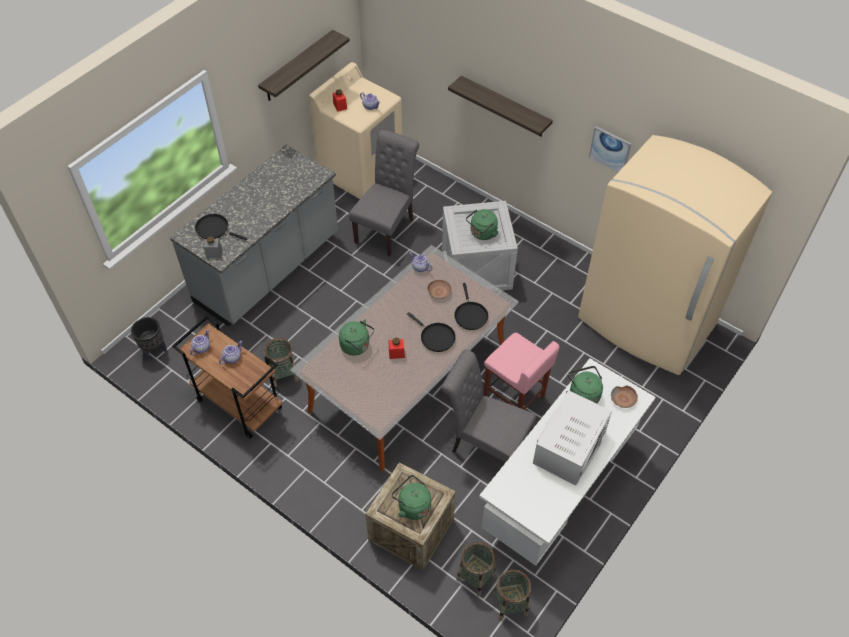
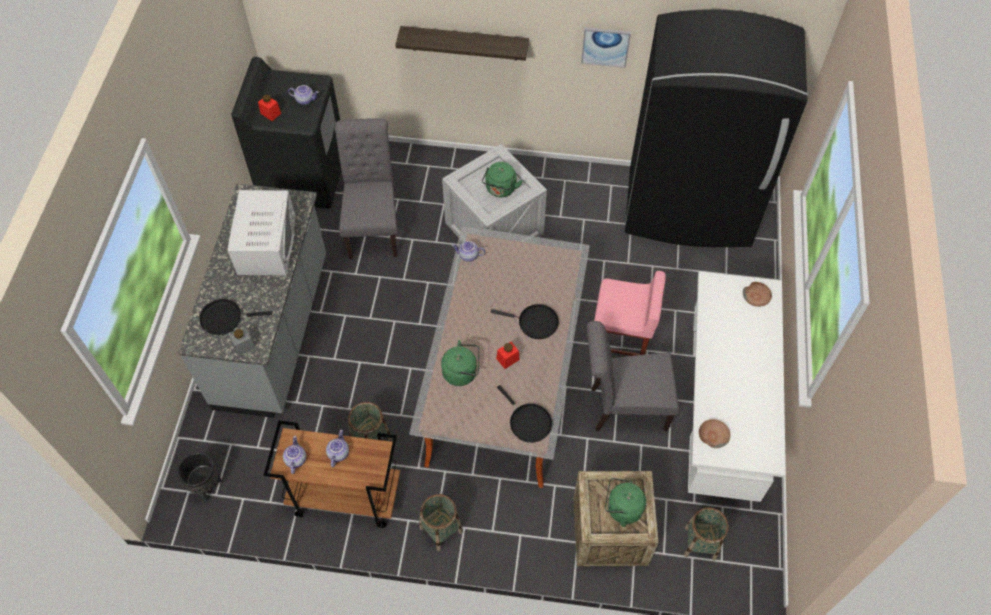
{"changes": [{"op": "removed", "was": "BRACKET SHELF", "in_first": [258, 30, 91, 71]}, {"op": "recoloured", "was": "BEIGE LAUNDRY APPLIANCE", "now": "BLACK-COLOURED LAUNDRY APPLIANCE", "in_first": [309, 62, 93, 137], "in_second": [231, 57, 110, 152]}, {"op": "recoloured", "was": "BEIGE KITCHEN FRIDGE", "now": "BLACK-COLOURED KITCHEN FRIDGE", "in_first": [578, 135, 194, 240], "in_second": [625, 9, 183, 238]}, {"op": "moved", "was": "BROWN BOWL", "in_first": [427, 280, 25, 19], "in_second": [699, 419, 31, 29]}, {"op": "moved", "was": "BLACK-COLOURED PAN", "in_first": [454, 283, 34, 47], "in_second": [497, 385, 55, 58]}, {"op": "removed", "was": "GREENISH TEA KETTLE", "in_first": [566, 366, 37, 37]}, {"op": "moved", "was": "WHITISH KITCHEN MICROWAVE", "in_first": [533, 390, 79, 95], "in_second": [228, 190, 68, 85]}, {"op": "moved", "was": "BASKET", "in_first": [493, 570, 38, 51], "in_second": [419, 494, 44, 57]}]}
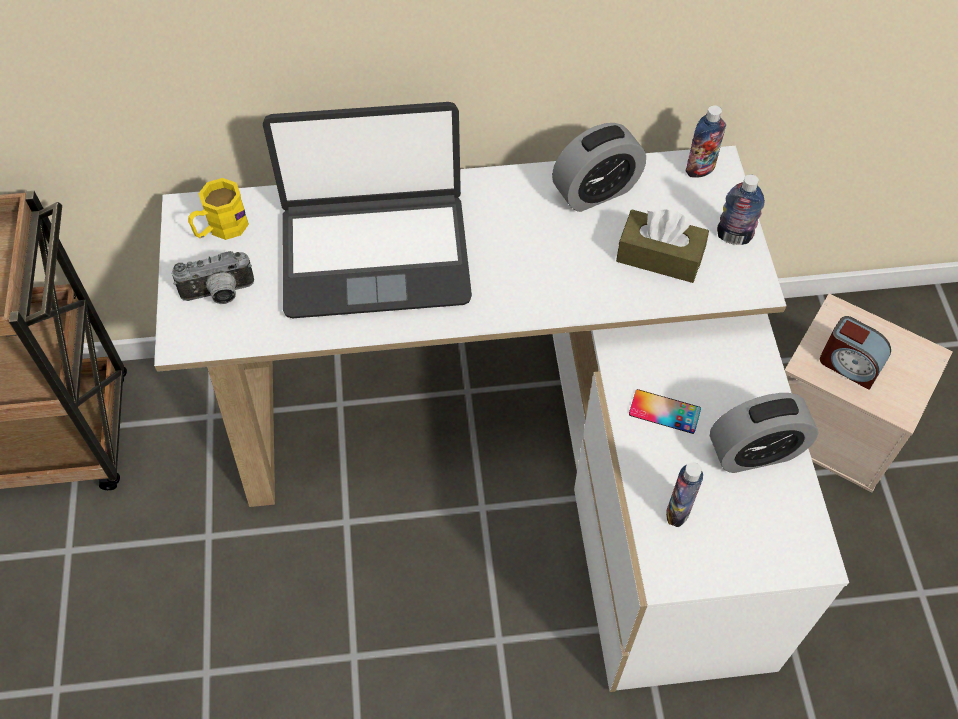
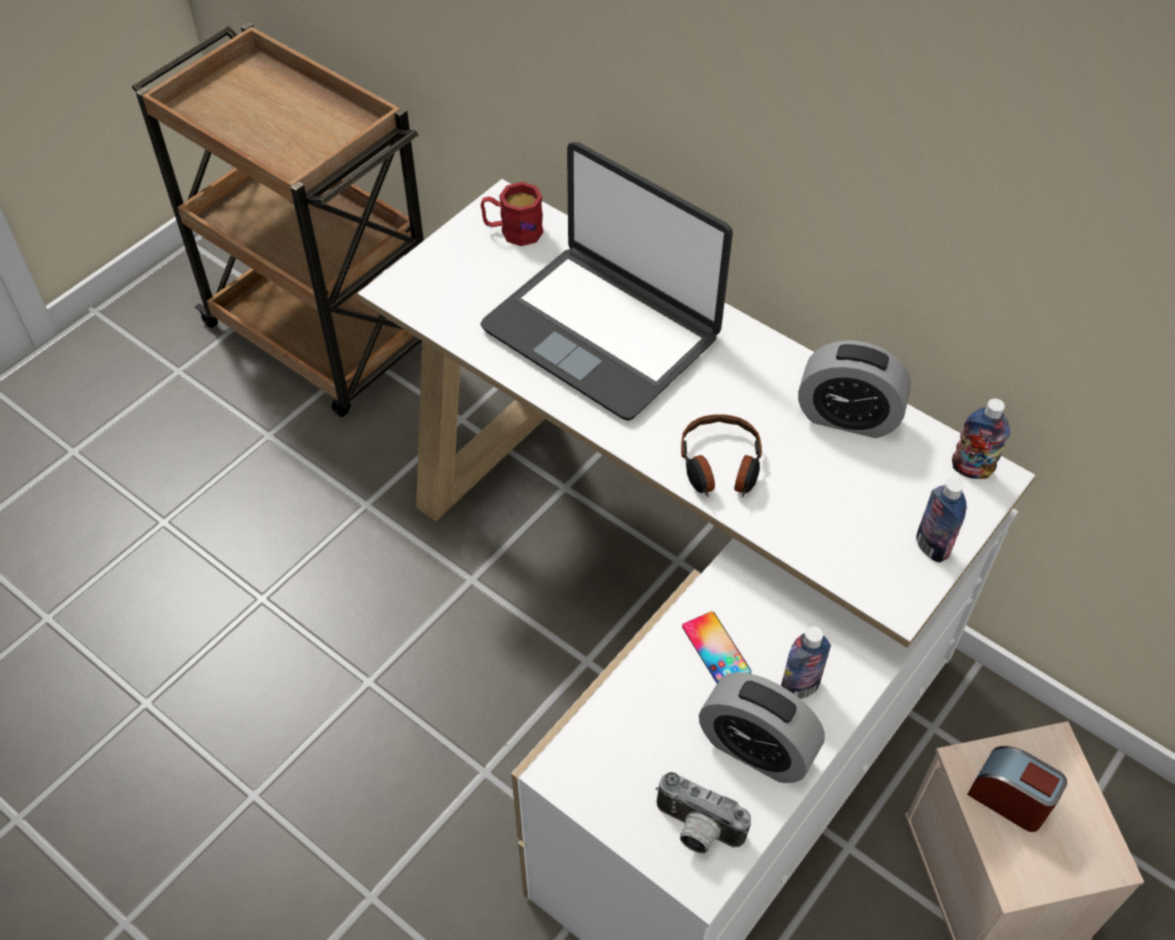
{"changes": [{"op": "recoloured", "was": "YELLOWISH MUG", "now": "RED-COLOURED MUG", "in_first": [188, 178, 61, 62], "in_second": [480, 182, 63, 64]}, {"op": "removed", "was": "BROWN BOX OF TISSUES", "in_first": [616, 209, 93, 74]}, {"op": "moved", "was": "PHOTO CAMERA", "in_first": [172, 251, 82, 53], "in_second": [655, 772, 96, 82]}, {"op": "turned", "was": "ALARM CLOCK", "in_first": [820, 316, 71, 74], "in_second": [967, 746, 100, 86], "clockwise": 135}, {"op": "moved", "was": "DRINK BOTTLE", "in_first": [666, 462, 37, 65], "in_second": [781, 626, 50, 73]}, {"op": "added", "now": "HEADSET", "in_second": [681, 414, 81, 83]}]}
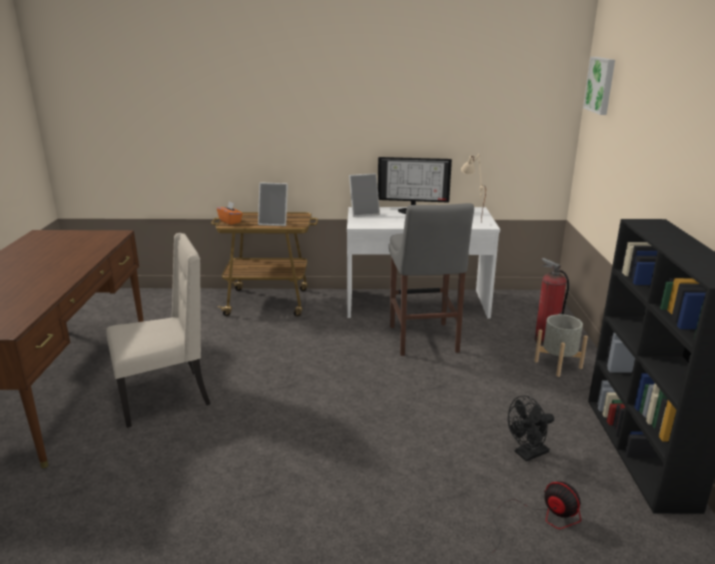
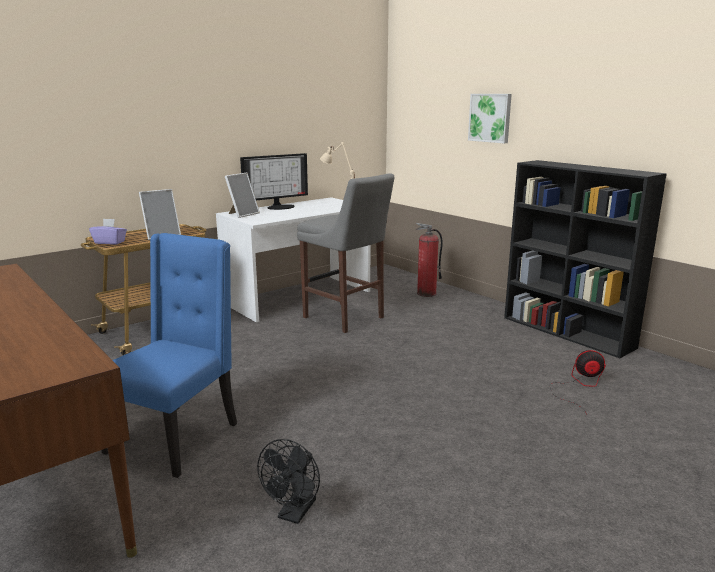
{"changes": [{"op": "moved", "was": "PICTURE", "in_first": [583, 57, 32, 58], "in_second": [468, 94, 44, 49]}, {"op": "recoloured", "was": "ORANGE-COLOURED BOX OF TISSUES", "now": "PURPLE BOX OF TISSUES", "in_first": [217, 201, 26, 24], "in_second": [89, 218, 38, 27]}, {"op": "recoloured", "was": "BEIGE CHAIR", "now": "BLUE-COLOURED CHAIR", "in_first": [106, 233, 104, 195], "in_second": [101, 233, 136, 245]}, {"op": "removed", "was": "GREY PLANTER", "in_first": [534, 314, 54, 63]}, {"op": "moved", "was": "BLACK-COLOURED COOLING FAN", "in_first": [508, 395, 46, 67], "in_second": [257, 439, 63, 85]}]}
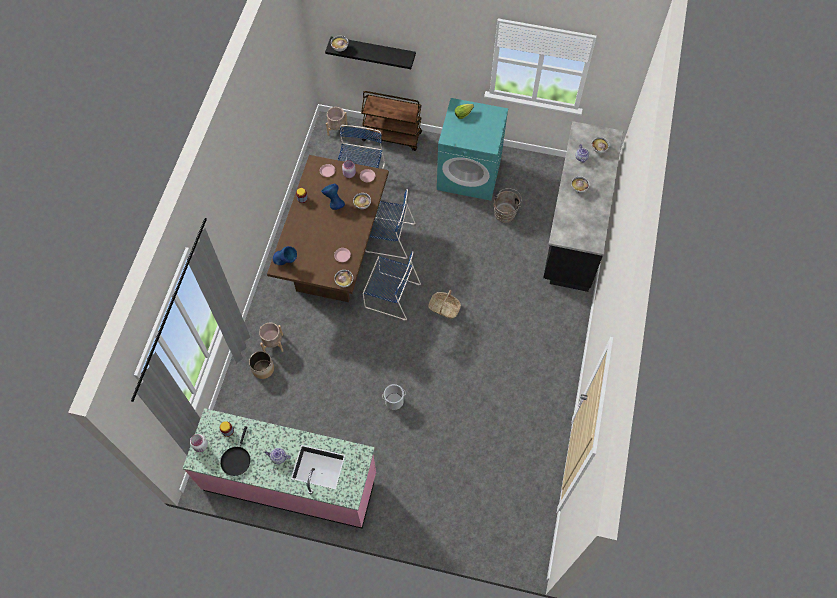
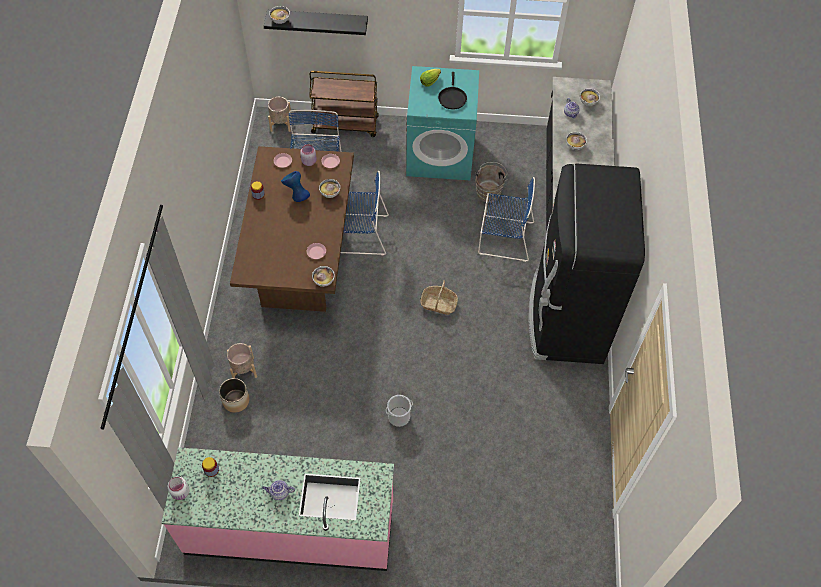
{"changes": [{"op": "removed", "was": "BLUE-COLOURED DECORATIVE VASE", "in_first": [273, 246, 24, 19]}, {"op": "moved", "was": "BLUE-COLOURED CHAIR", "in_first": [363, 251, 58, 70], "in_second": [478, 177, 57, 85]}, {"op": "moved", "was": "BLACK-COLOURED PAN", "in_first": [220, 426, 31, 50], "in_second": [438, 72, 29, 37]}, {"op": "added", "now": "BLACK-COLOURED KITCHEN FRIDGE", "in_second": [529, 163, 116, 201]}]}
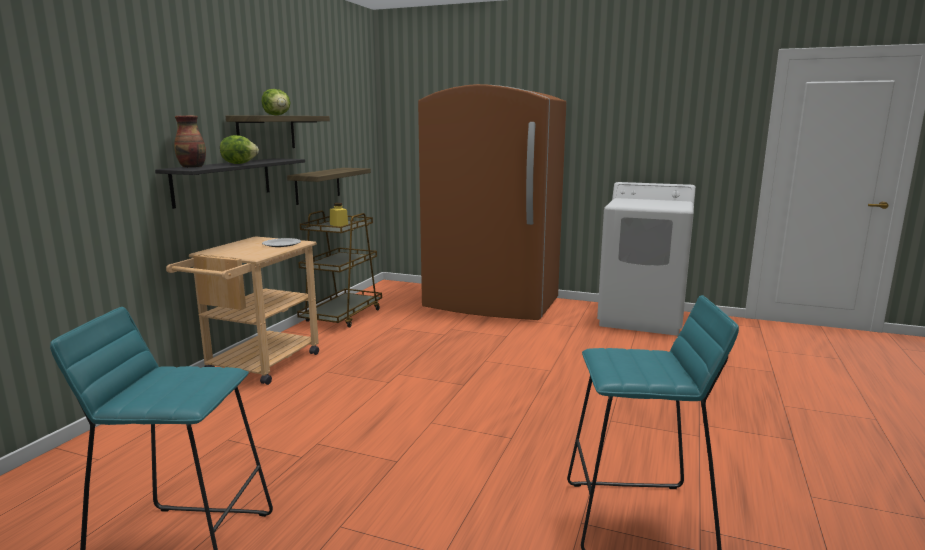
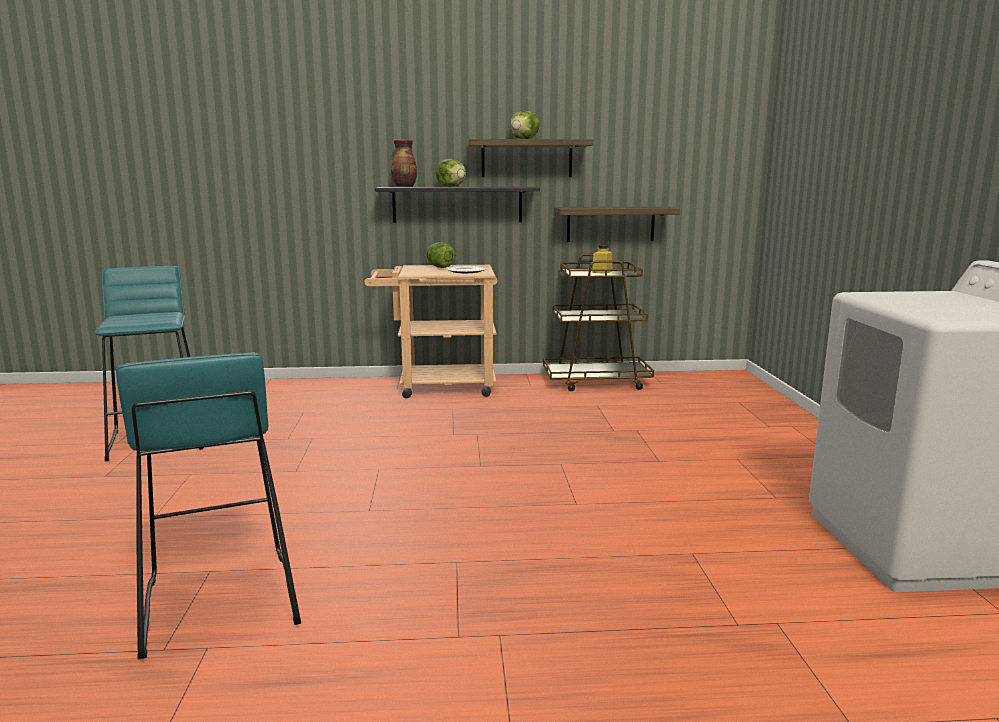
{"changes": [{"op": "removed", "was": "BROWN KITCHEN FRIDGE", "in_first": [418, 84, 148, 236]}, {"op": "added", "now": "LETTUCE", "in_second": [426, 242, 29, 26]}]}
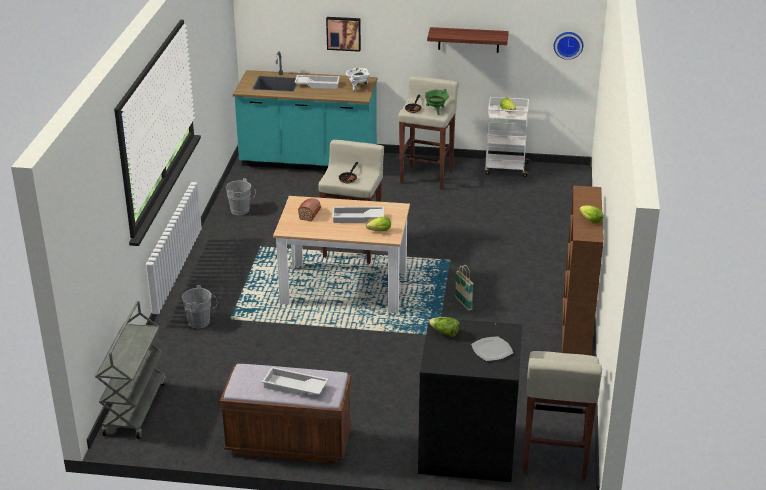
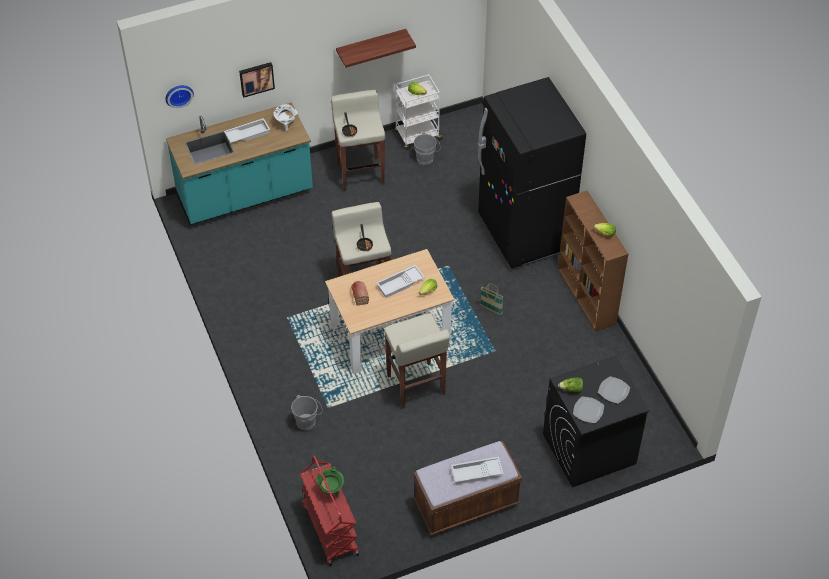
{"changes": [{"op": "moved", "was": "WALL CLOCK", "in_first": [554, 32, 29, 28], "in_second": [166, 85, 28, 23]}, {"op": "moved", "was": "GREENISH SAUCEPOT", "in_first": [425, 89, 24, 26], "in_second": [316, 466, 28, 31]}, {"op": "moved", "was": "GREY BUCKET", "in_first": [226, 178, 30, 37], "in_second": [414, 132, 26, 33]}, {"op": "recoloured", "was": "GREY WHEELED CART", "now": "RED-COLOURED WHEELED CART", "in_first": [95, 301, 71, 138], "in_second": [300, 455, 59, 111]}, {"op": "moved", "was": "BEIGE STOOL SEAT", "in_first": [523, 351, 79, 129], "in_second": [384, 313, 66, 95]}, {"op": "added", "now": "BLACK-COLOURED KITCHEN FRIDGE", "in_second": [478, 77, 108, 192]}, {"op": "added", "now": "FLAT DISH", "in_second": [573, 396, 31, 27]}]}
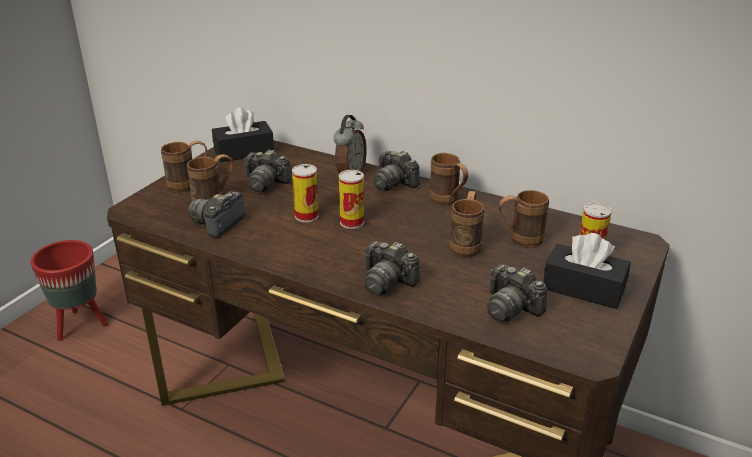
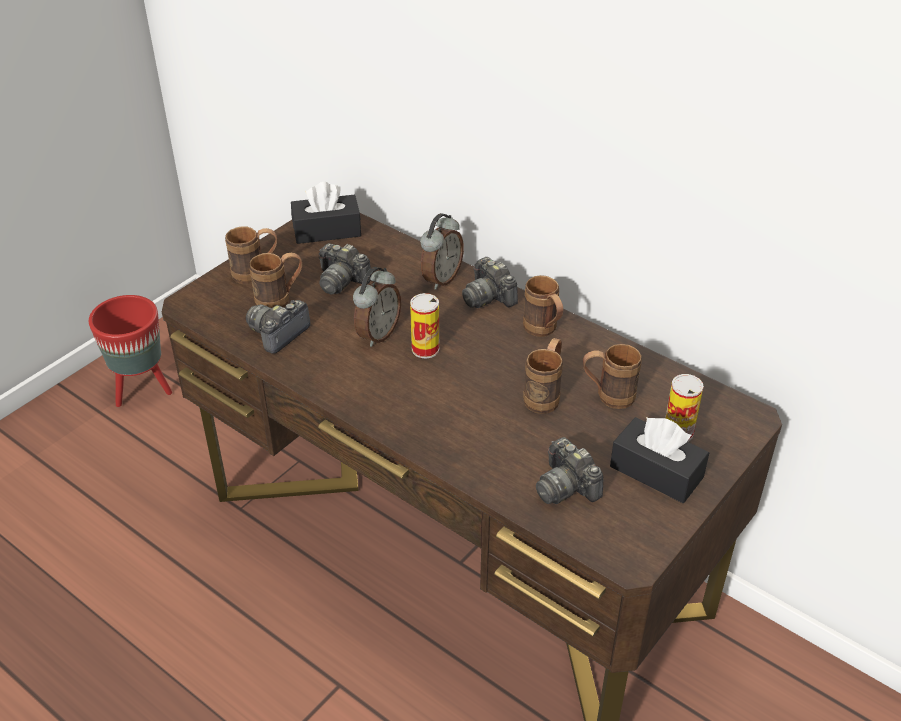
{"changes": [{"op": "replaced", "was": "SEALED CAN", "now": "ALARM CLOCK", "in_first": [292, 164, 27, 58], "in_second": [353, 267, 48, 80]}, {"op": "removed", "was": "PHOTO CAMERA", "in_first": [364, 241, 56, 54]}]}
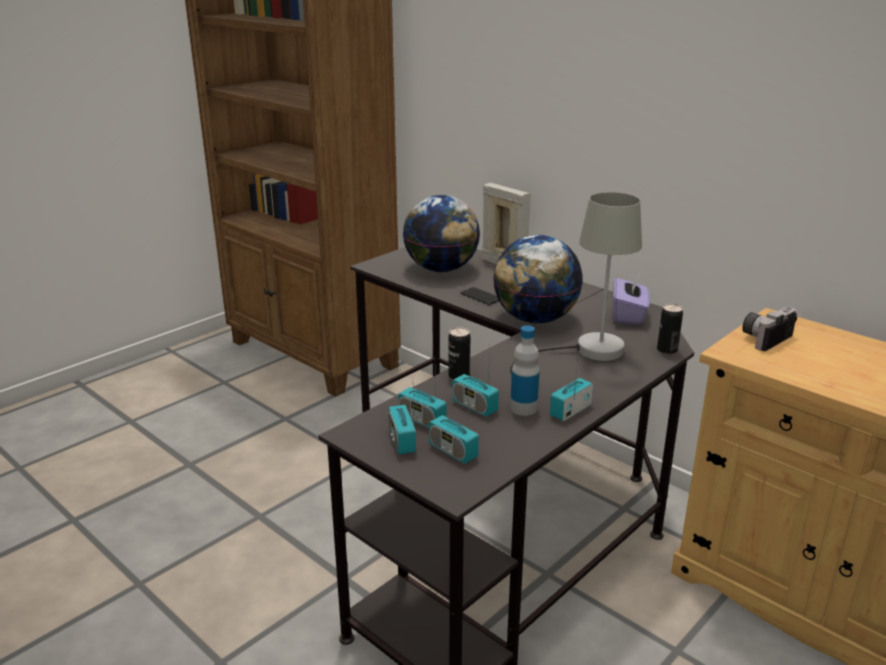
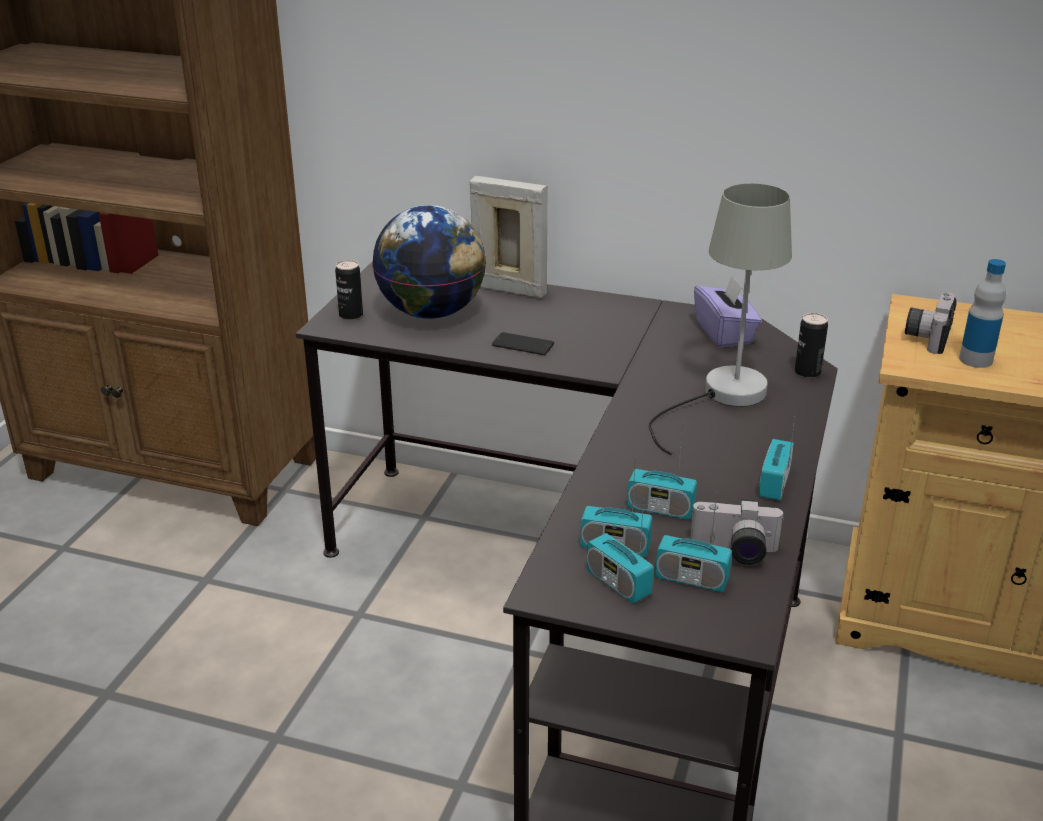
{"changes": [{"op": "removed", "was": "GLOBE", "in_first": [493, 235, 90, 89]}, {"op": "moved", "was": "DRINK BOTTLE", "in_first": [510, 325, 29, 91], "in_second": [959, 259, 47, 109]}, {"op": "moved", "was": "SEALED CAN", "in_first": [448, 327, 22, 52], "in_second": [335, 260, 28, 60]}, {"op": "added", "now": "PHOTO CAMERA", "in_second": [690, 499, 95, 66]}]}
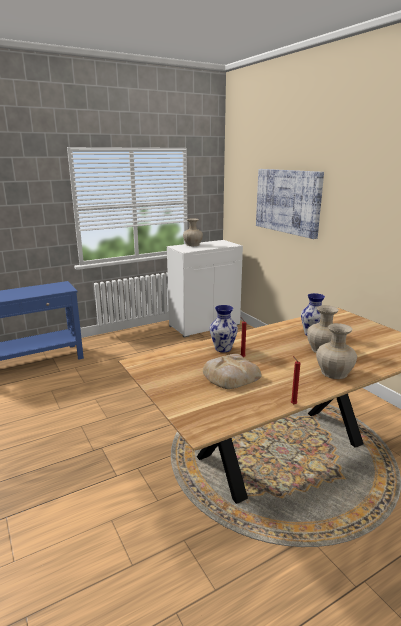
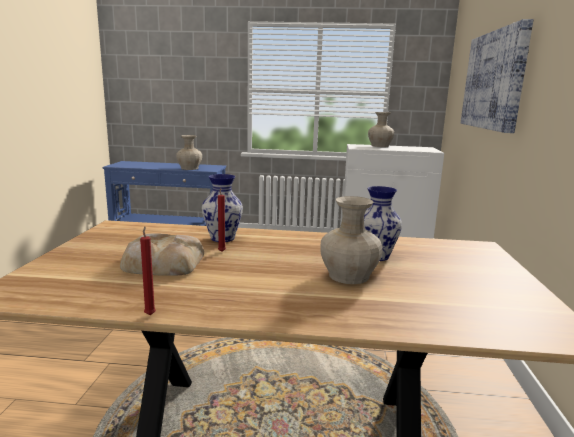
{"changes": [{"op": "moved", "was": "BEIGE DECORATIVE VASE", "in_first": [316, 323, 41, 56], "in_second": [176, 135, 26, 35]}]}
